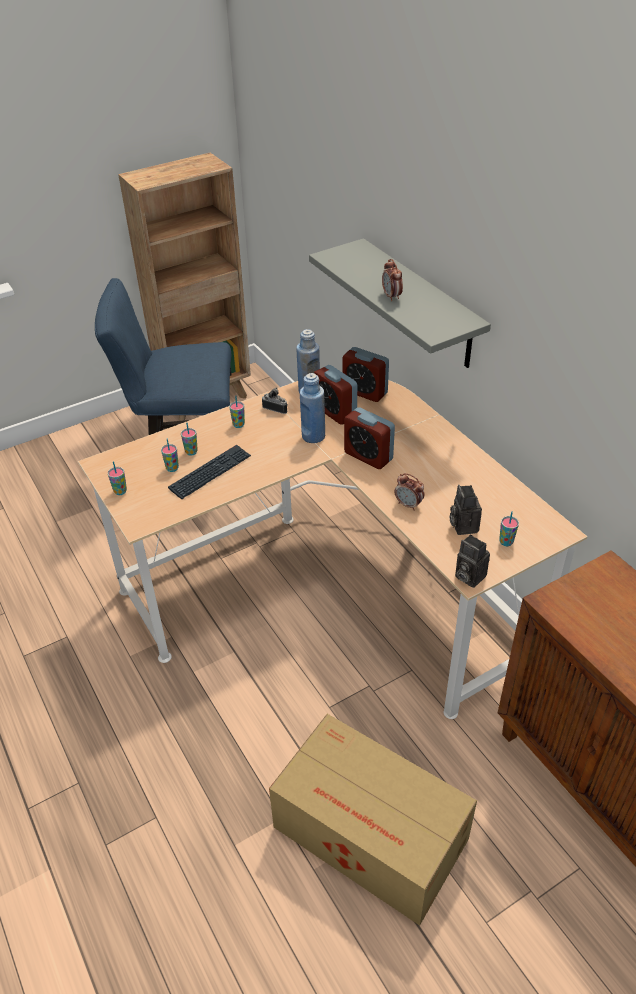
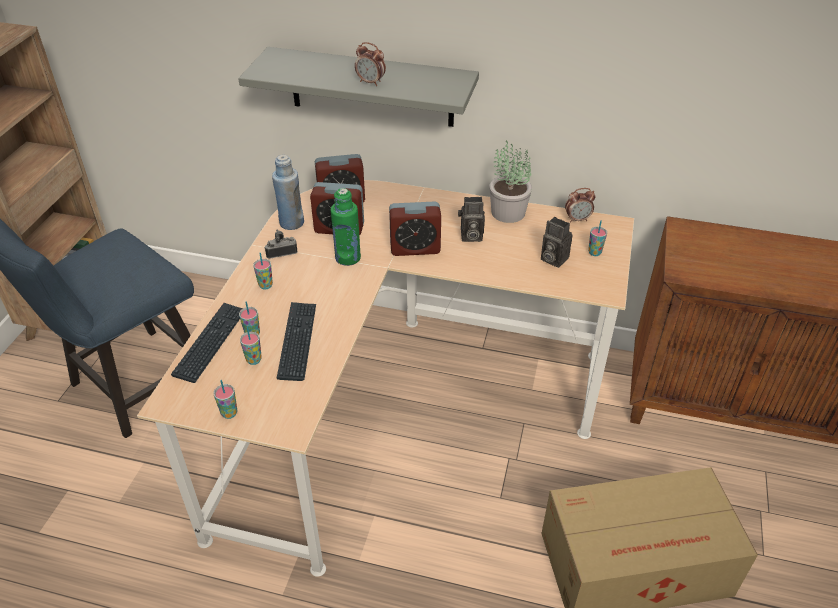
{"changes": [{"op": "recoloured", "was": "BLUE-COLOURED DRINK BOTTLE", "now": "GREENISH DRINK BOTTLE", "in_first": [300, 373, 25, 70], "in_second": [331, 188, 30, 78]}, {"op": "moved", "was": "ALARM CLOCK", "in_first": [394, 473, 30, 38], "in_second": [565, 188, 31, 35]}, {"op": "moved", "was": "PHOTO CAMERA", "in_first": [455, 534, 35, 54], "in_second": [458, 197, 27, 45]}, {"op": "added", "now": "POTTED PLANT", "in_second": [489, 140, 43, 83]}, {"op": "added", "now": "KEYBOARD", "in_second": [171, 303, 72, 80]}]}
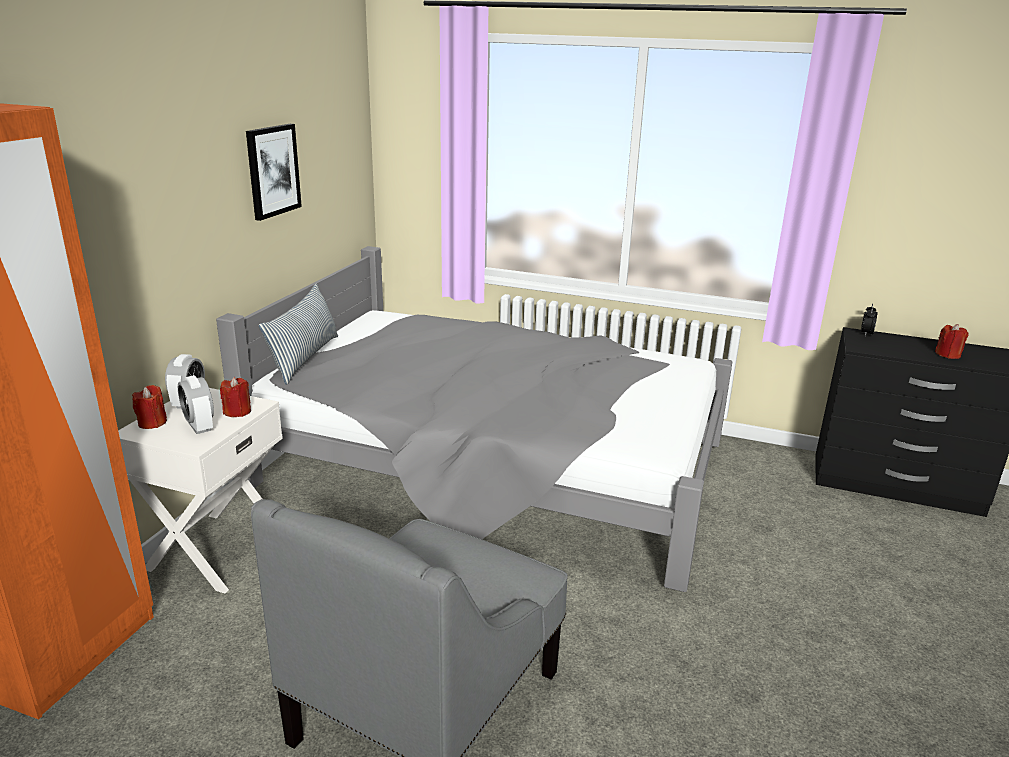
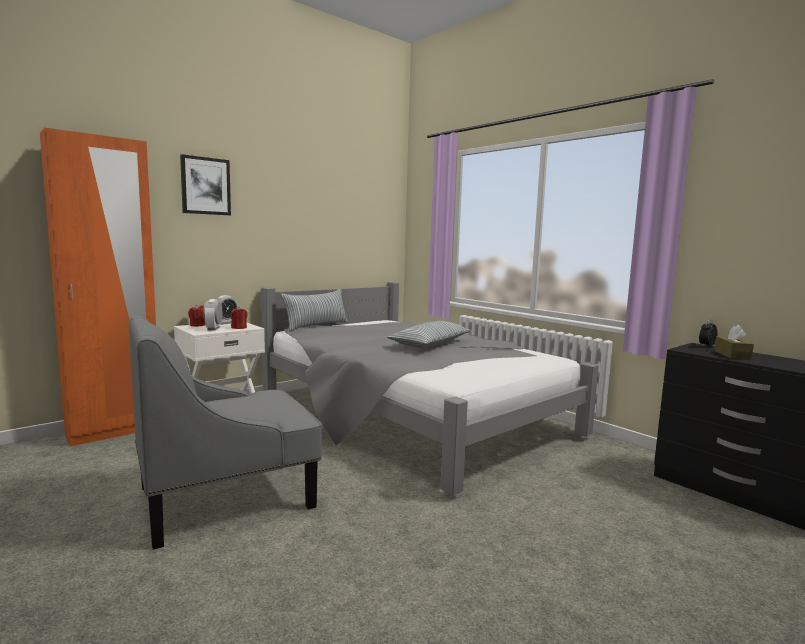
{"changes": [{"op": "moved", "was": "PICTURE", "in_first": [246, 124, 56, 97], "in_second": [180, 154, 51, 61]}, {"op": "removed", "was": "RED-COLOURED WAX CANDLE", "in_first": [935, 324, 34, 35]}, {"op": "added", "now": "CUSHION", "in_second": [387, 321, 84, 27]}, {"op": "added", "now": "BROWN BOX OF TISSUES", "in_second": [714, 325, 40, 35]}]}
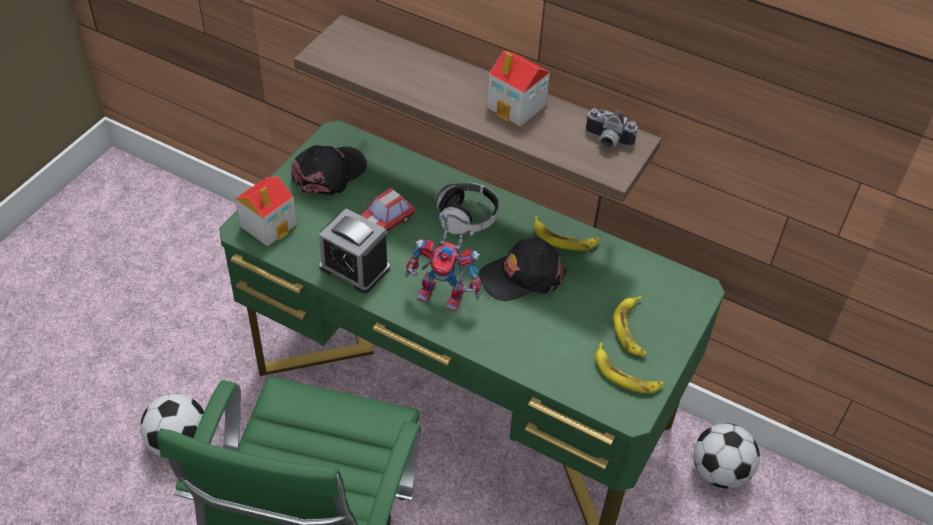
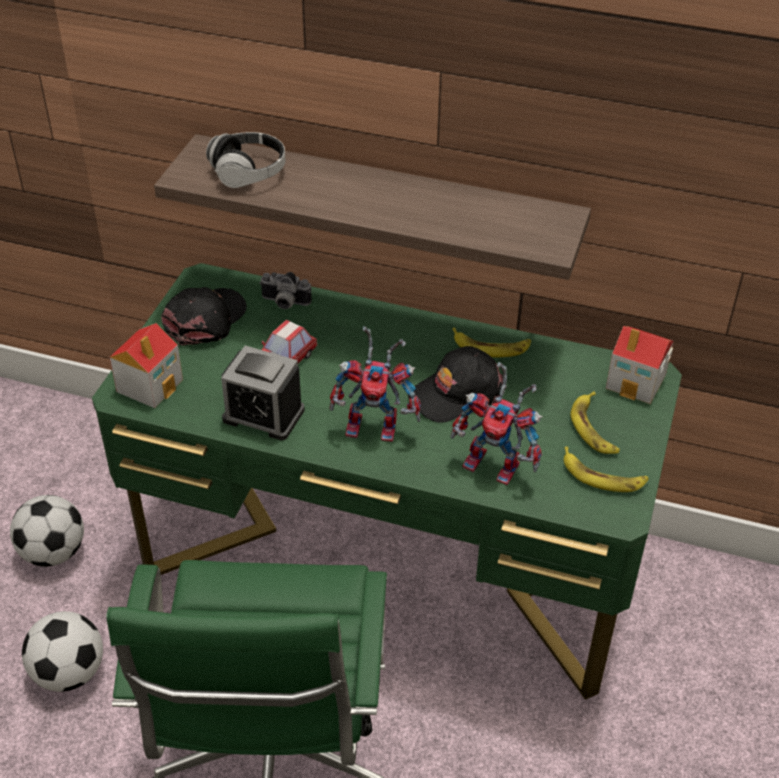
{"changes": [{"op": "moved", "was": "TOY HOUSE", "in_first": [487, 50, 63, 77], "in_second": [606, 326, 67, 78]}, {"op": "moved", "was": "PHOTO CAMERA", "in_first": [586, 108, 51, 40], "in_second": [259, 272, 53, 37]}, {"op": "moved", "was": "HEADSET", "in_first": [435, 183, 64, 51], "in_second": [206, 132, 79, 56]}, {"op": "moved", "was": "FOOTBALL BALL", "in_first": [694, 423, 66, 66], "in_second": [10, 495, 74, 72]}, {"op": "added", "now": "TOY ROBOT", "in_second": [450, 362, 93, 123]}]}
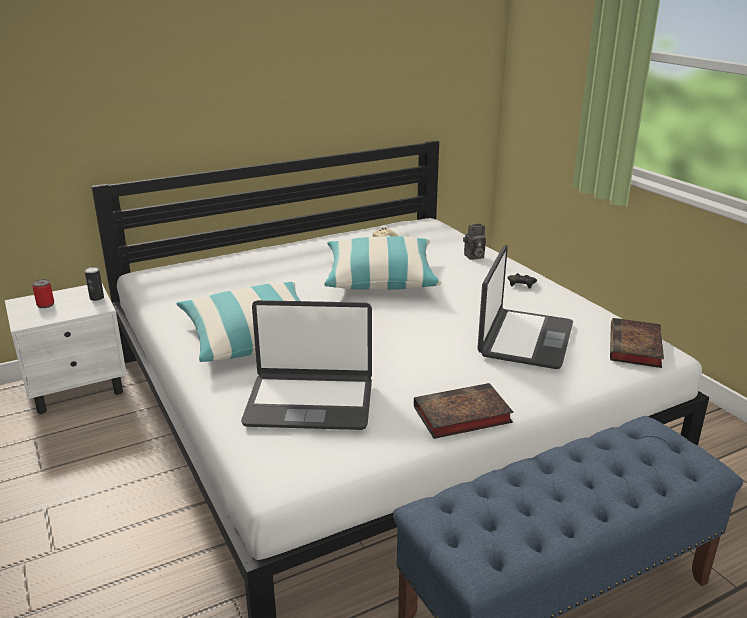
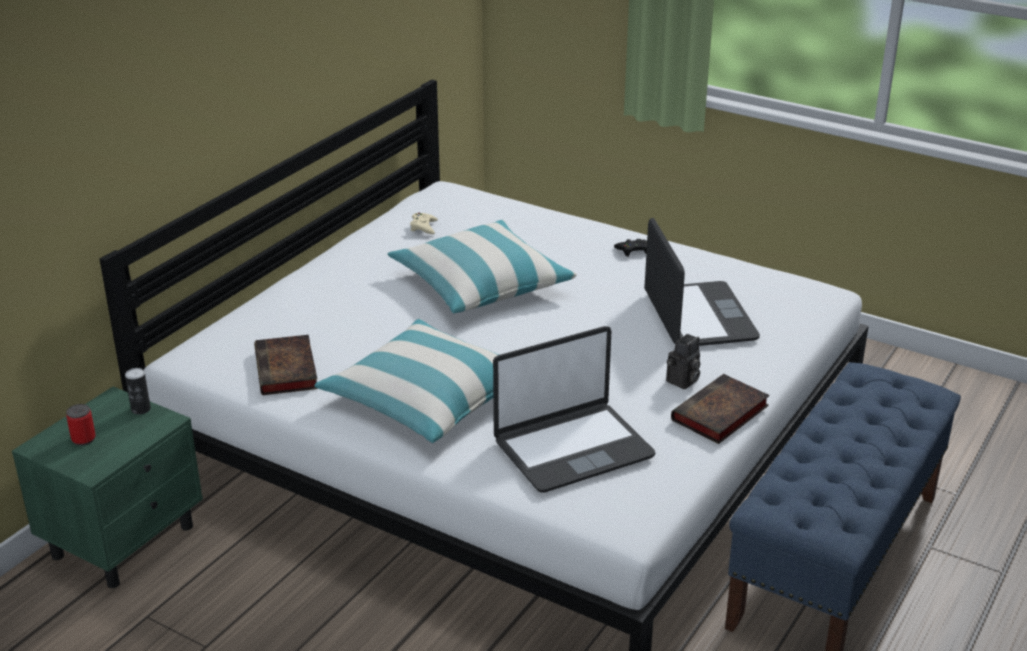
{"changes": [{"op": "moved", "was": "PHOTO CAMERA", "in_first": [463, 224, 23, 36], "in_second": [666, 334, 34, 55]}, {"op": "recoloured", "was": "WHITISH NIGHT TABLE", "now": "GREENISH NIGHT TABLE", "in_first": [5, 284, 122, 130], "in_second": [12, 387, 191, 201]}, {"op": "moved", "was": "BOUND BOOK", "in_first": [610, 318, 54, 50], "in_second": [254, 335, 64, 60]}]}
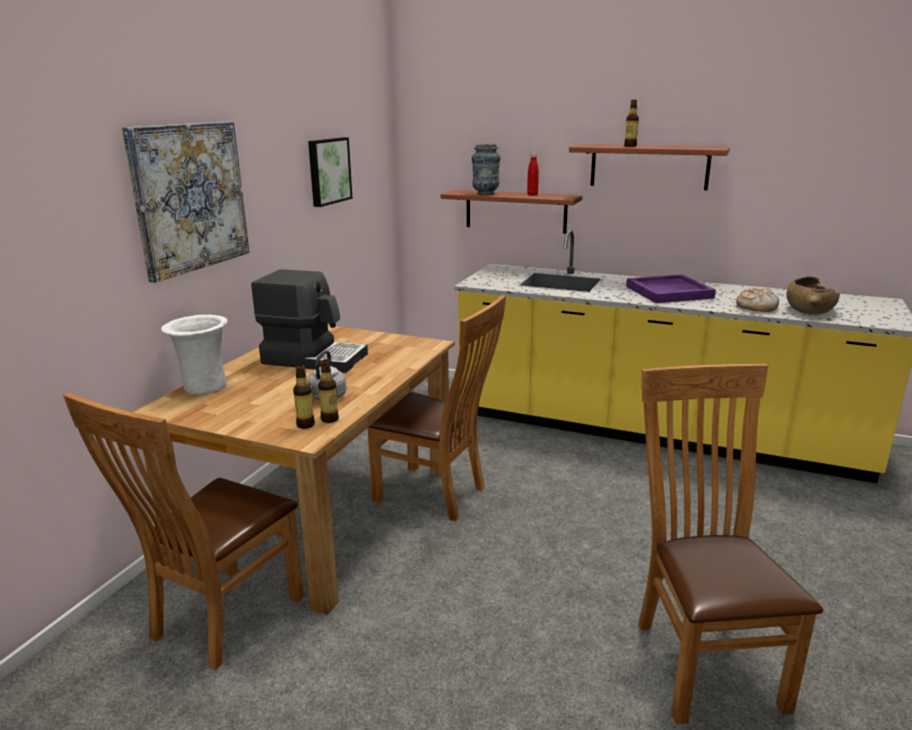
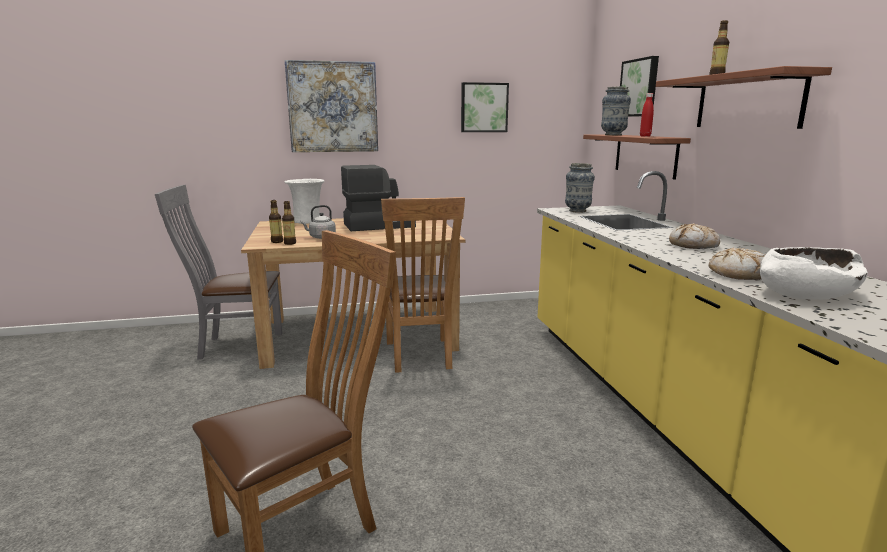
{"changes": [{"op": "turned", "was": "COFFEE MACHINE", "in_first": [251, 269, 117, 104], "in_second": [341, 165, 75, 66], "clockwise": -90}, {"op": "replaced", "was": "PURPLE TRAY", "now": "BAKERY BREAD", "in_first": [626, 274, 90, 29], "in_second": [669, 223, 52, 26]}, {"op": "recoloured", "was": "BROWN BOWL", "now": "WHITISH BOWL", "in_first": [787, 276, 53, 39], "in_second": [760, 247, 108, 53]}, {"op": "recoloured", "was": "BROWN CHAIR", "now": "GREY CHAIR", "in_first": [63, 393, 241, 277], "in_second": [155, 185, 127, 174]}, {"op": "added", "now": "PICTURE", "in_second": [620, 56, 39, 61]}, {"op": "added", "now": "DECORATIVE VASE", "in_second": [565, 163, 30, 50]}]}
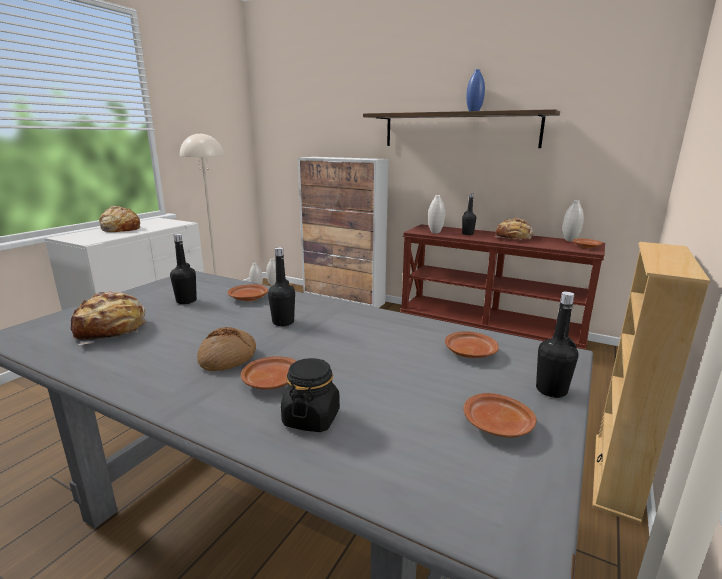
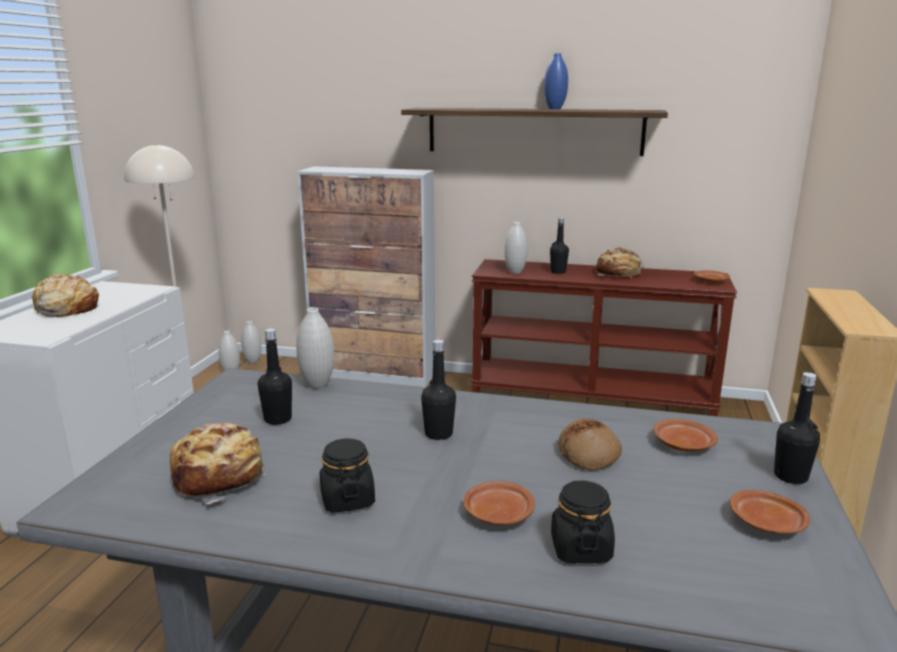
{"changes": [{"op": "moved", "was": "WHITISH DECORATIVE VASE", "in_first": [563, 200, 21, 42], "in_second": [296, 307, 38, 82]}, {"op": "removed", "was": "BROWN FLAT DISH", "in_first": [227, 284, 41, 17]}, {"op": "moved", "was": "BAKERY BREAD", "in_first": [197, 327, 59, 44], "in_second": [558, 418, 64, 52]}, {"op": "added", "now": "BLACK-COLOURED STORAGE JAR", "in_second": [320, 438, 55, 75]}]}
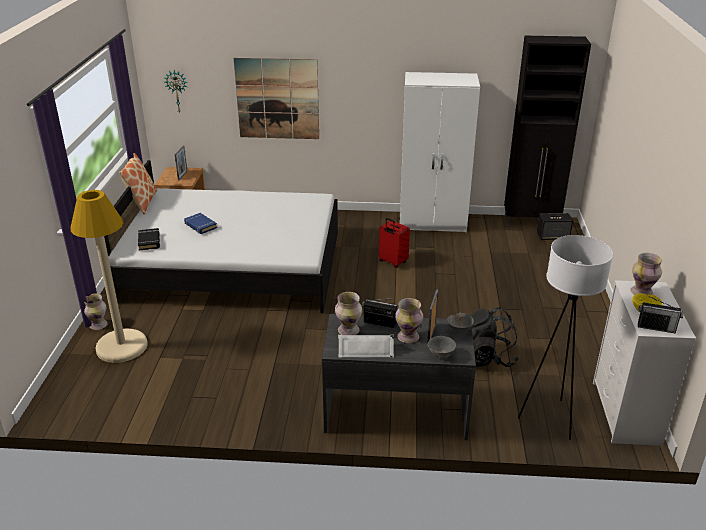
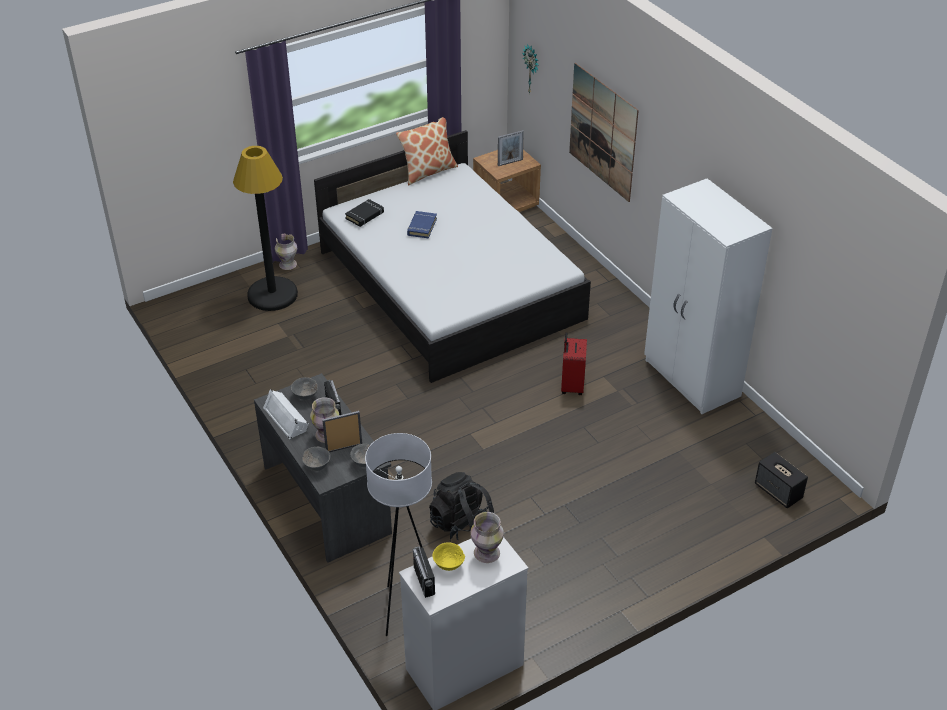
{"changes": [{"op": "removed", "was": "BLACK-COLOURED STORAGE CABINET", "in_first": [504, 36, 87, 191]}, {"op": "recoloured", "was": "BEIGE STANDARD LAMP", "now": "BLACK-COLOURED STANDARD LAMP", "in_first": [70, 190, 78, 173], "in_second": [233, 146, 65, 165]}, {"op": "replaced", "was": "DECORATIVE VASE", "now": "GREY BOWL", "in_first": [335, 292, 27, 43], "in_second": [291, 377, 27, 23]}]}
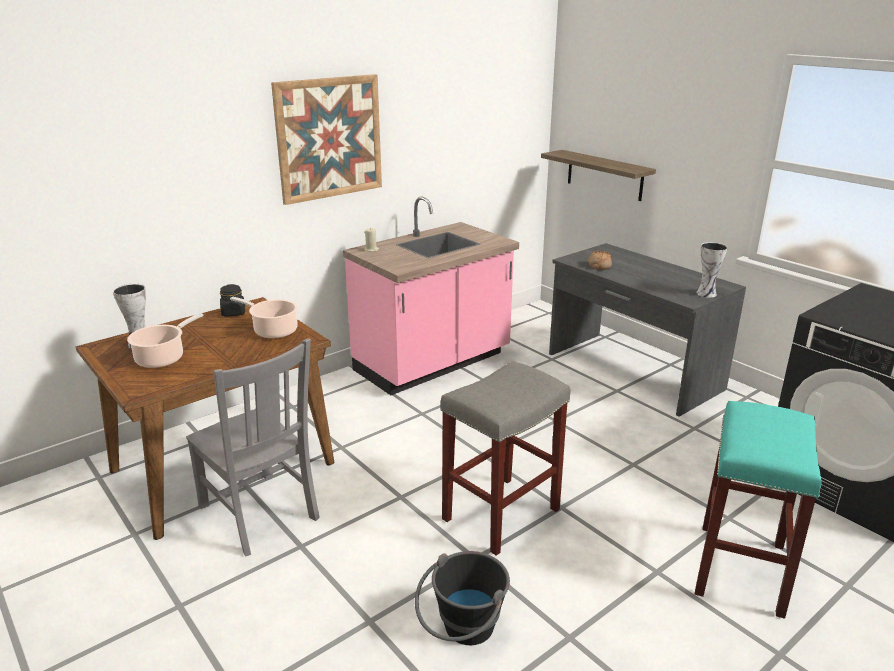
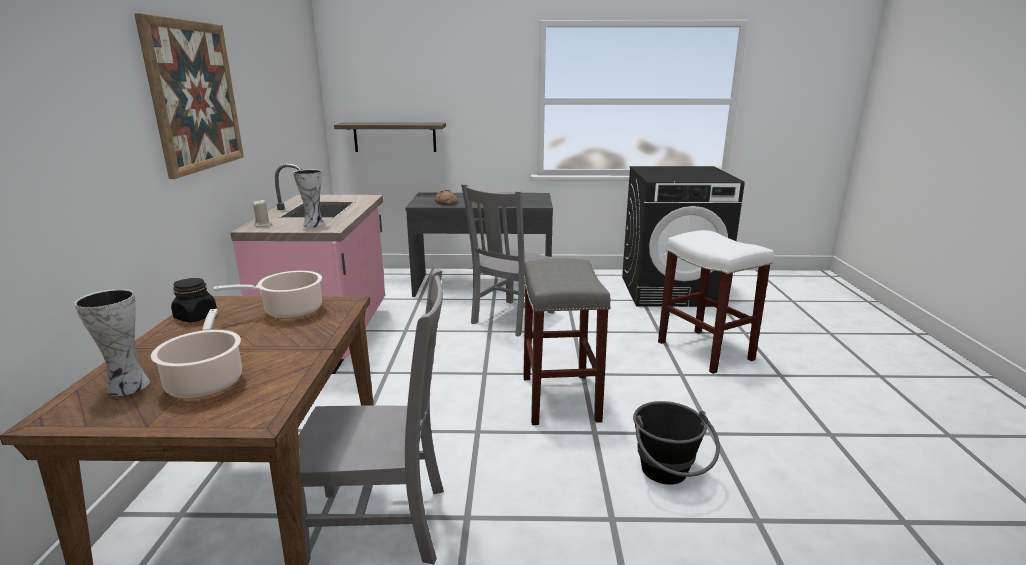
{"changes": [{"op": "moved", "was": "DECORATIVE VASE", "in_first": [696, 242, 32, 56], "in_second": [293, 169, 32, 59]}, {"op": "recoloured", "was": "TURQUOISE-COLOURED STOOL SEAT", "now": "WHITISH STOOL SEAT", "in_first": [695, 401, 127, 218], "in_second": [658, 230, 116, 144]}, {"op": "added", "now": "GREY CHAIR", "in_second": [461, 184, 94, 153]}]}
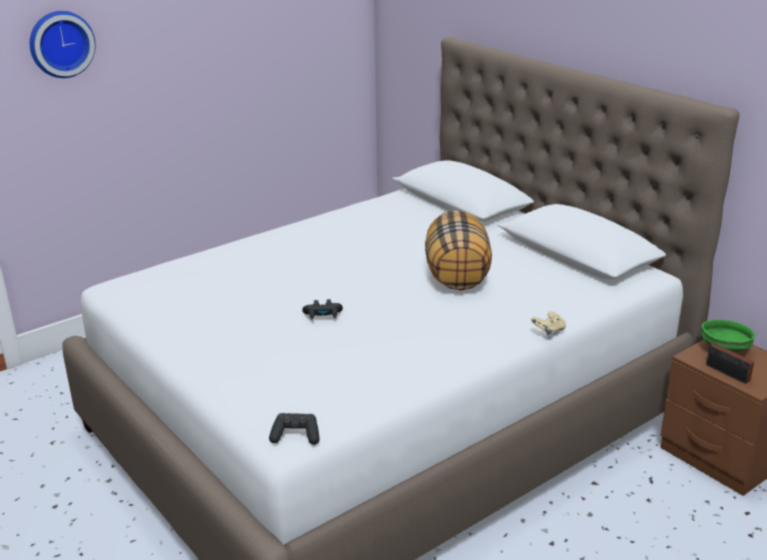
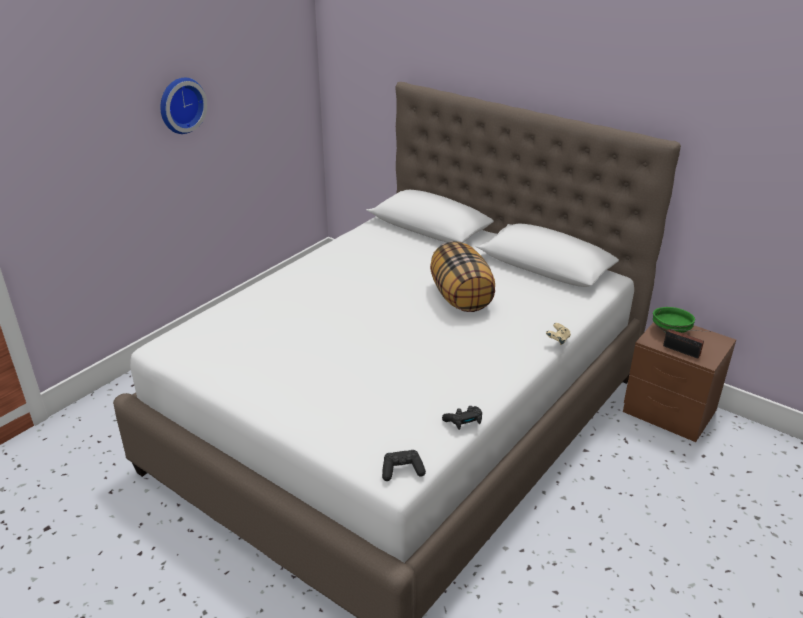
{"changes": [{"op": "moved", "was": "WALL CLOCK", "in_first": [30, 11, 66, 67], "in_second": [160, 78, 47, 56]}, {"op": "moved", "was": "BLACK-COLOURED GAMEPAD", "in_first": [302, 299, 41, 21], "in_second": [442, 406, 40, 24]}]}
